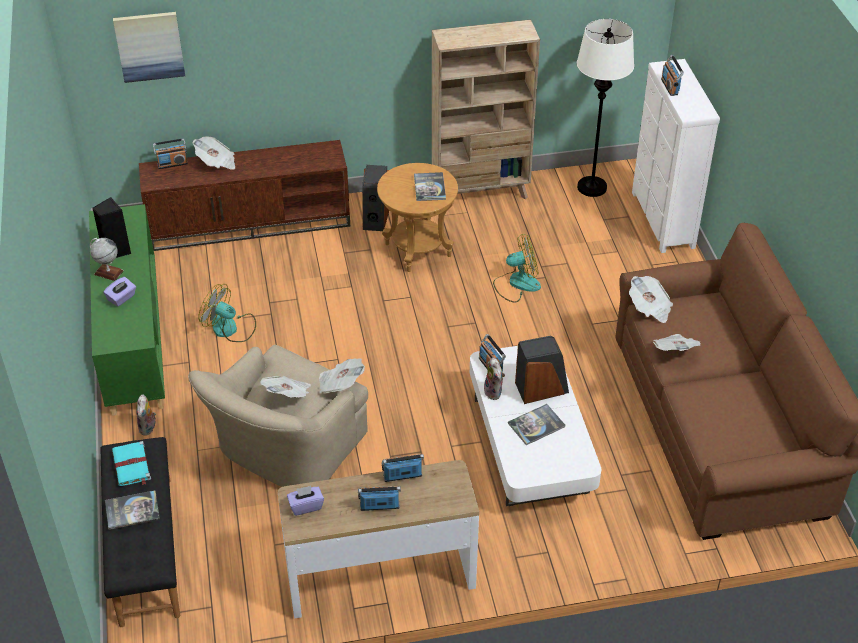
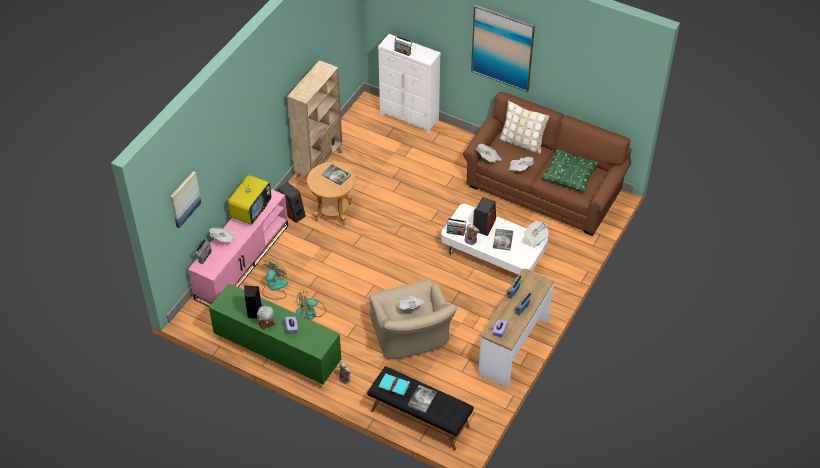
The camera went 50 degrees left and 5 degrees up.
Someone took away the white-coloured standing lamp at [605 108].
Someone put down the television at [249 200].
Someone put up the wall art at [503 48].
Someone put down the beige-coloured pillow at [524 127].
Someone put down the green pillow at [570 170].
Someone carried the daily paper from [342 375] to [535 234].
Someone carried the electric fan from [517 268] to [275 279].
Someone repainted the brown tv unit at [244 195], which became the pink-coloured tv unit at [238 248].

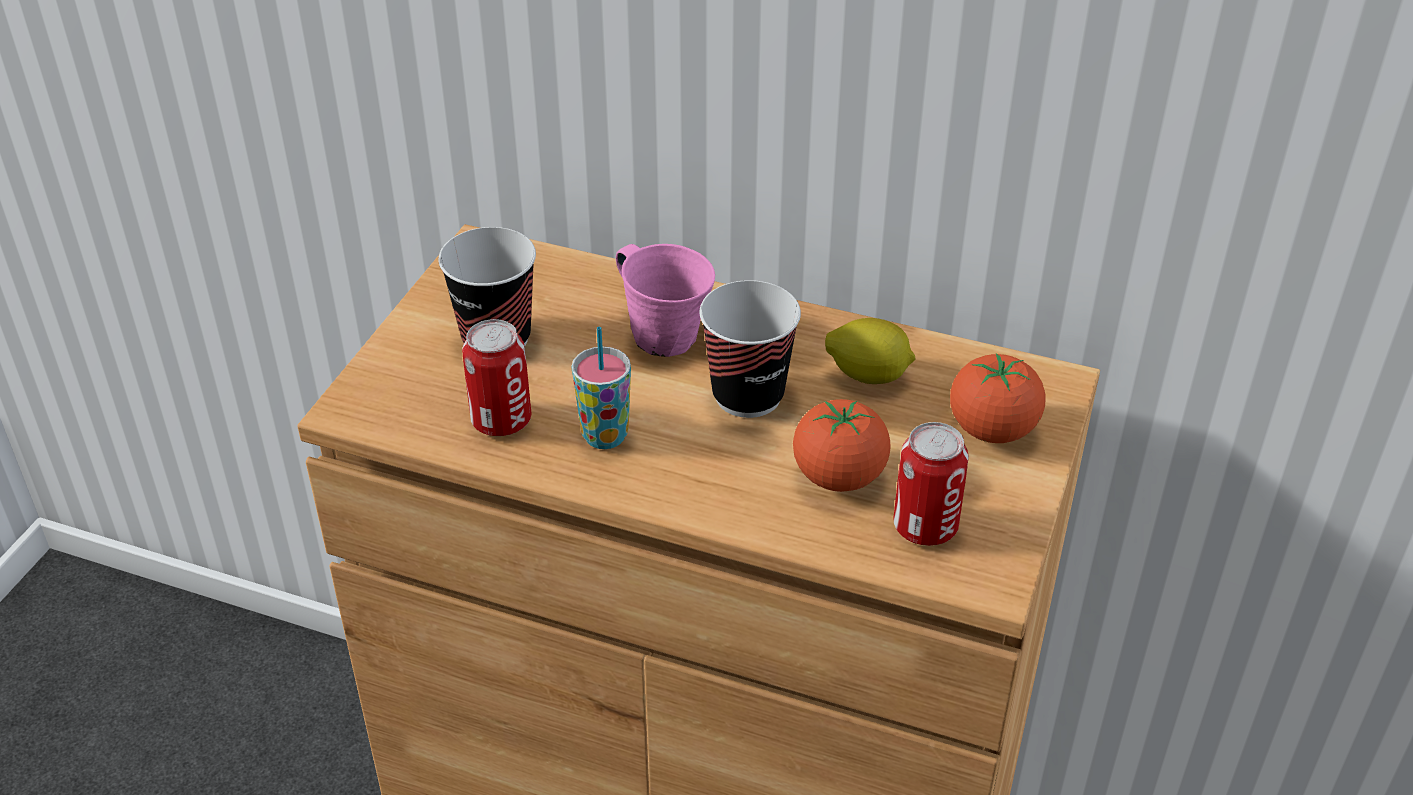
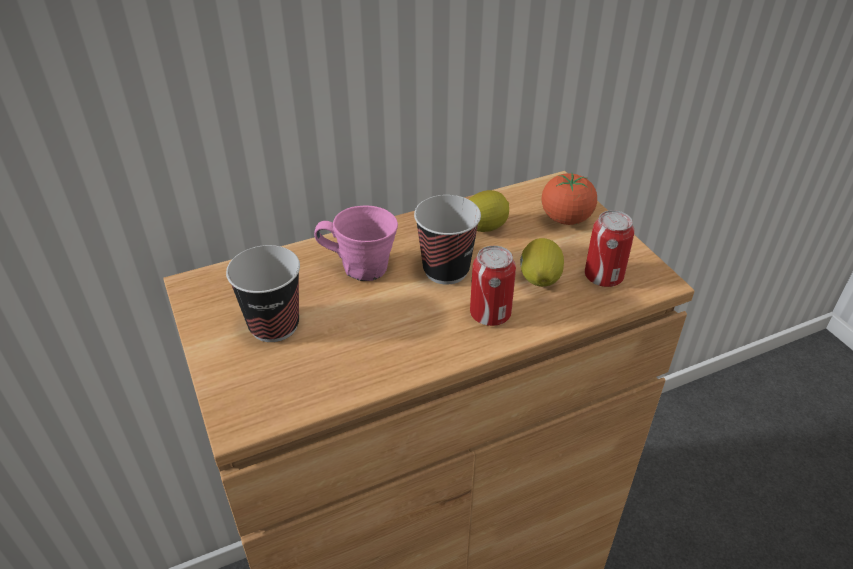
The camera went 45 degrees left and 0 degrees up.
Someone took away the drinking cup at [601 388].
Someone carried the metal can from [497 377] to [493 286].
Someone swapped the tomato at [841 445] for the lemon at [542 262].

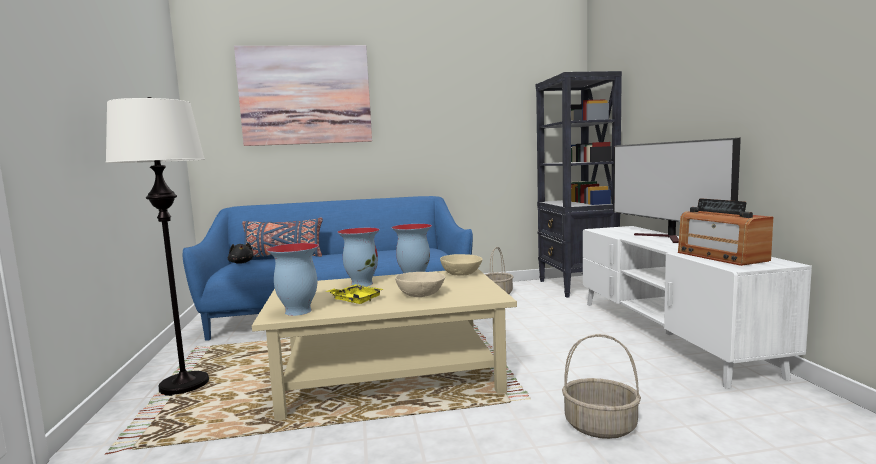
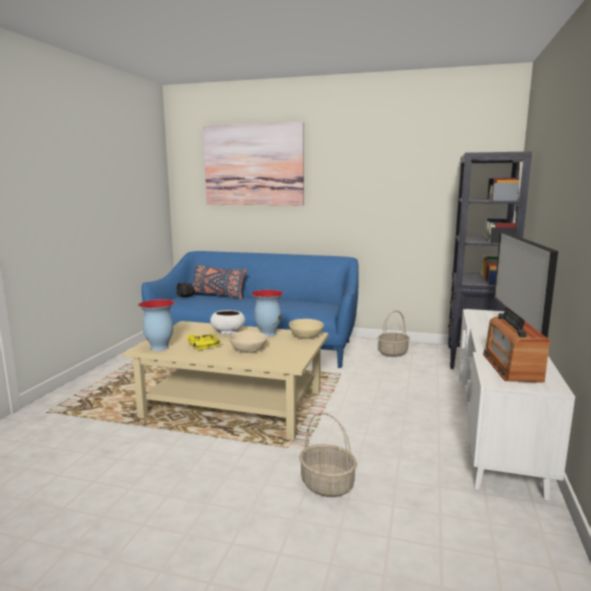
The camera went 25 degrees right and 5 degrees up.
Someone took away the white-coloured standing lamp at [157 246].
Someone swapped the flower vase at [359 257] for the white-coloured serving bowl at [227 322].

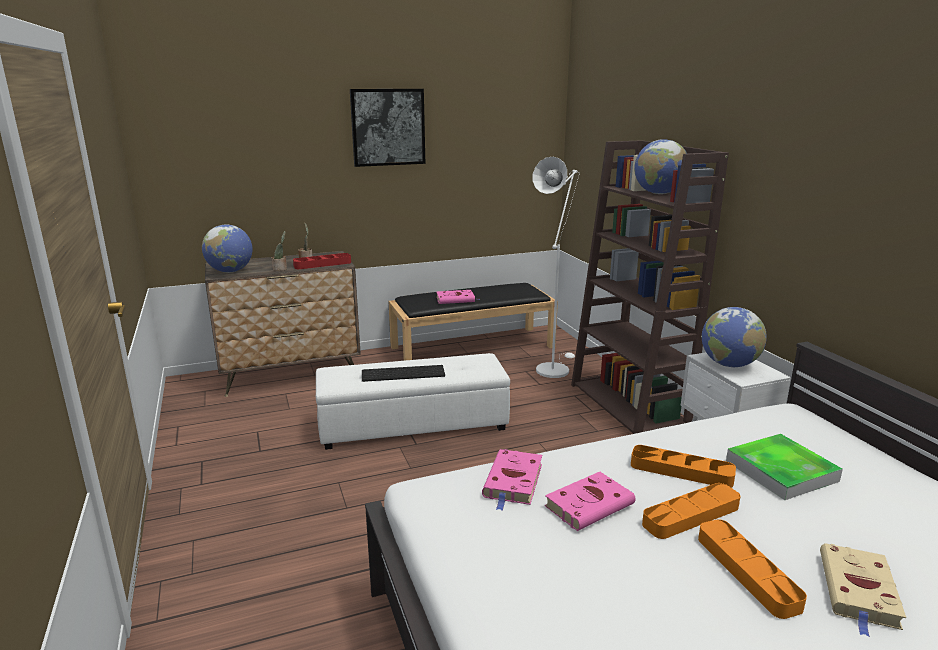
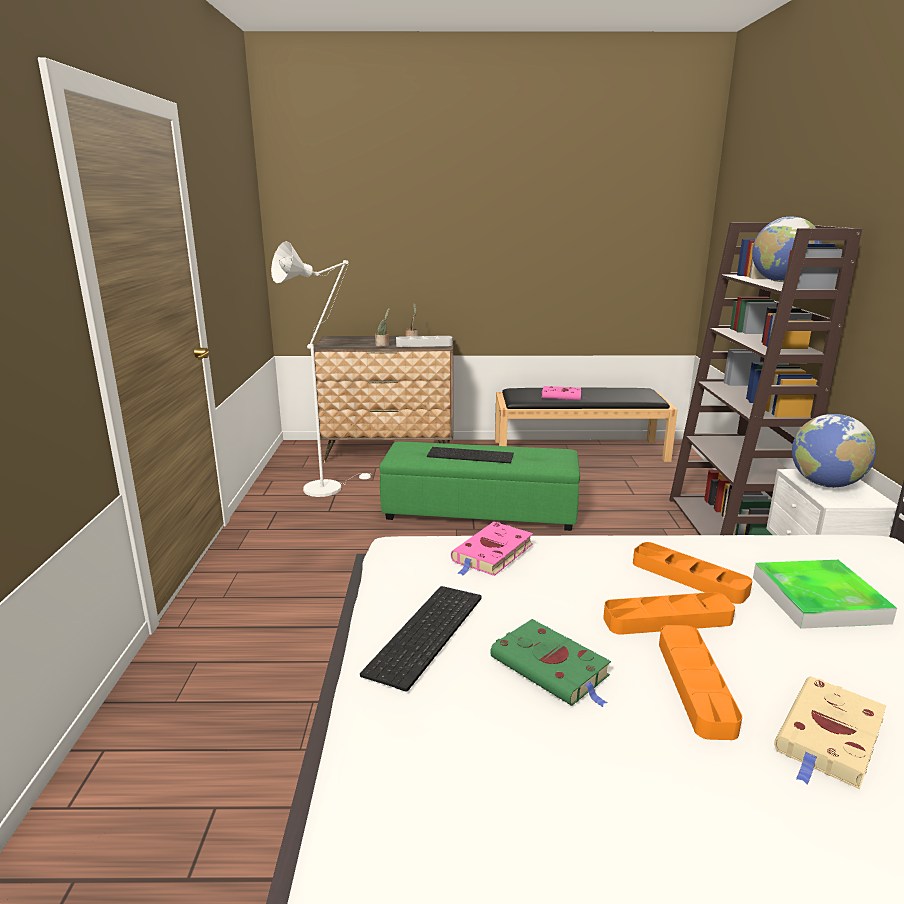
The camera went 20 degrees right and 0 degrees up.
Someone took away the globe at [227 249].
Someone took away the wall art at [387 128].
Someone took away the pink-coloured volume at [590 501].
Someone put down the computer keyboard at [420 639].
Someone put down the green volume at [550 663].
Someone carried the white-coloured standing lamp from [556 267] to [321 369].
Someone repainted the red tray at [322 261], which became the greyish tray at [424 341].
Someone repainted the white-coloured footrest at [413 401], which became the green footrest at [479 486].

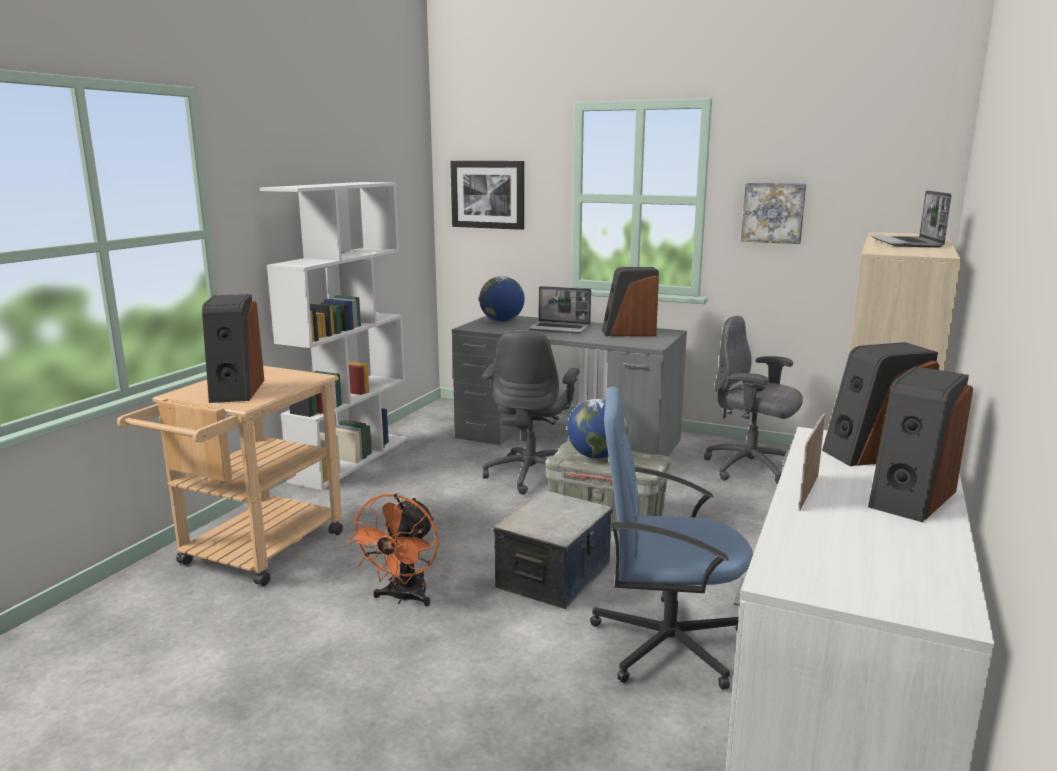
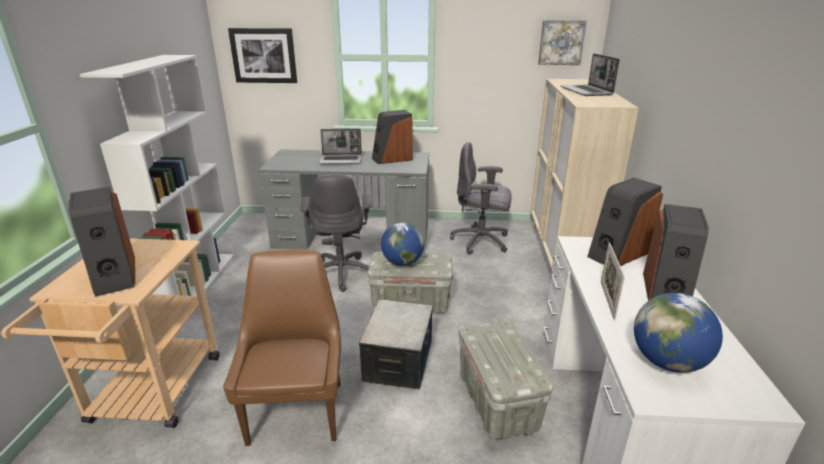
The camera went 20 degrees left and 10 degrees up.
Someone carried the globe from [502 299] to [678 333].
Someone carried the wall art from [773 213] to [562 42].
Someone swapped the orangey electric fan at [393 550] for the brown chair at [282 347].
Someone swapped the blue-coloured desk chair at [671 538] for the greyish storage box at [506 379].

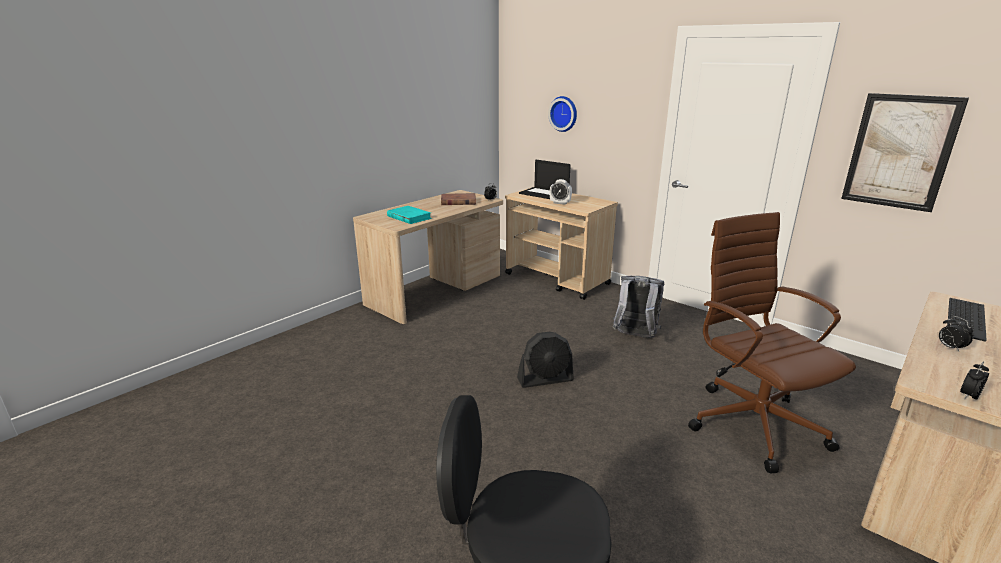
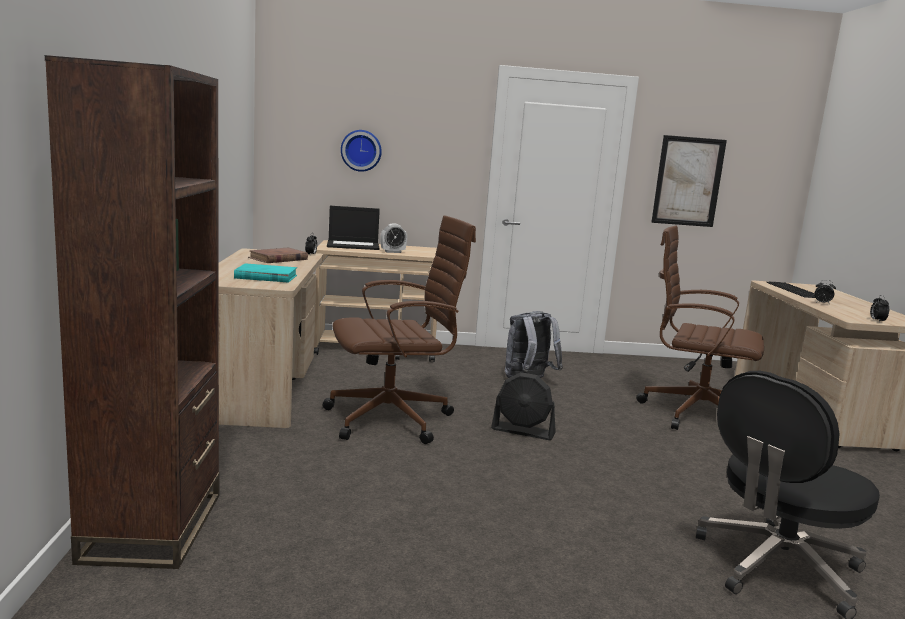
The camera went 45 degrees left and 10 degrees down.
Someone put down the brown shelving unit at [132 312].
Someone put down the brown desk chair at [399 329].
Someone rotated the blackish electric fan at [545 360] by 75 degrees clockwise.

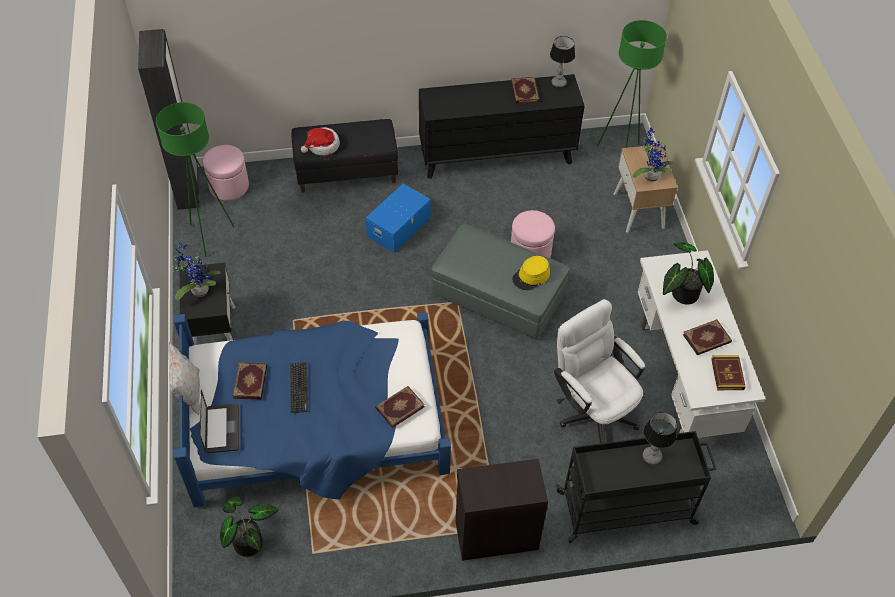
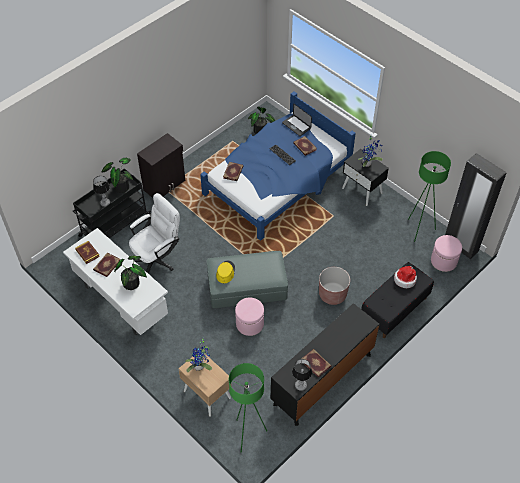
The camera went 145 degrees right and 0 degrees up.
Someone took away the white-coloured pillow at [184 379].
Someone put down the plant in a pot at [117 175].
Someone swapped the blue-coloured storage box at [398 218] for the brown flower pot at [334 286].
Someone rotated the white-coloured desk chair at [599 371] by 60 degrees counterclockwise.

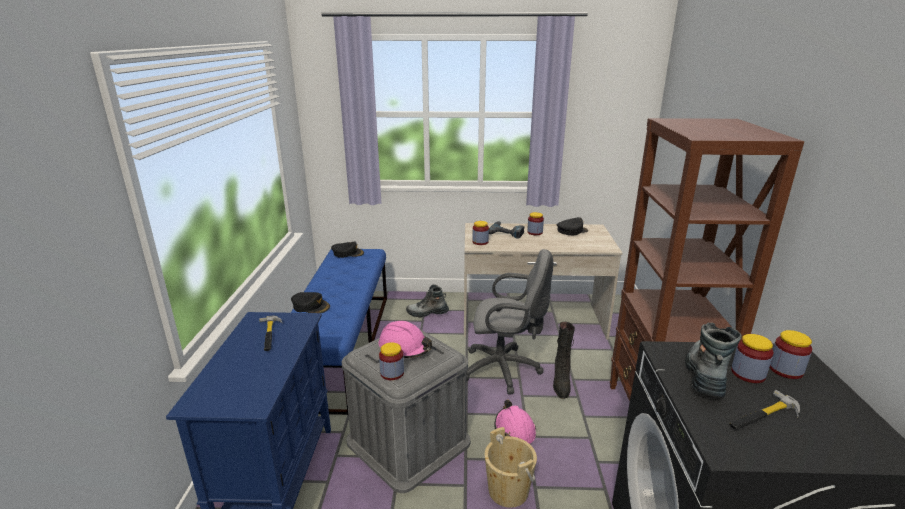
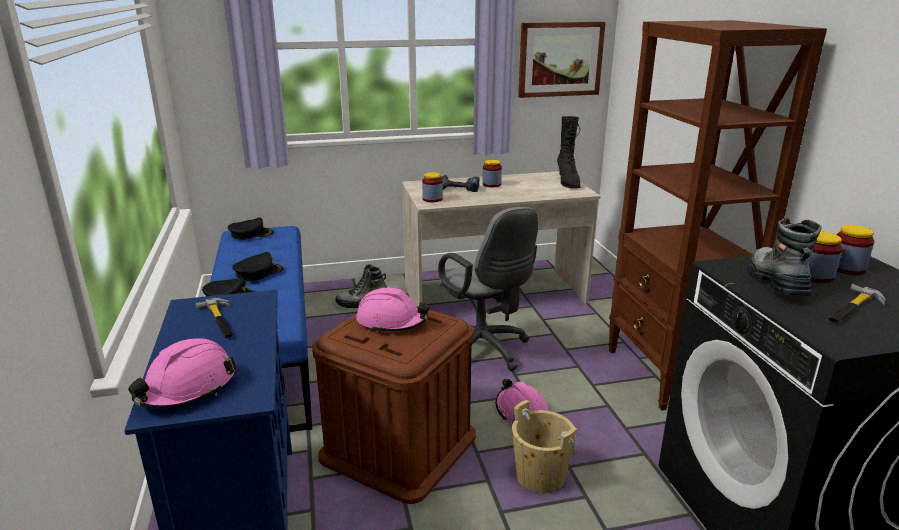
The camera went 15 degrees left and 0 degrees up.
Someone took away the jar at [391 361].
Someone put down the pink-coloured work helmet at [182 374].
Someone put up the wall art at [562 60].
Someone carried the blackish high-top boot from [564 360] to [568 152].
Someone carried the blackish peaked cap from [572 226] to [257 266].
Someone repainted the greyish storage box at [405 411], which became the brown storage box at [394 405].
Someone rotated the greyish desk chair at [509 322] by 60 degrees clockwise.

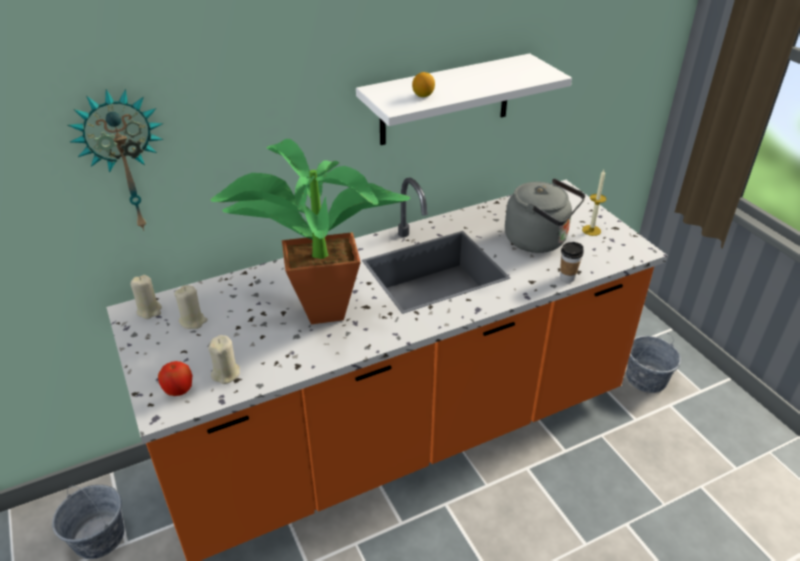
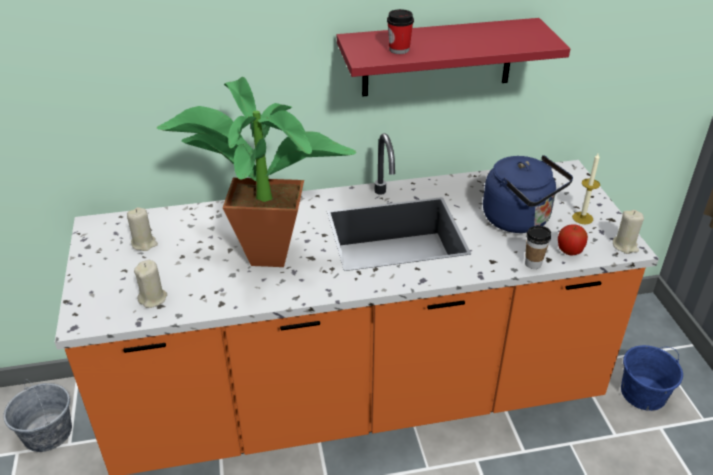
The camera went 15 degrees right and 0 degrees up.
Someone took away the hanging clock at [116 160].
Someone carried the beige-coloured wax light from [146 297] to [628 232].
Someone carried the apple from [175 378] to [573 239].
Someone swapped the lemon at [423 84] for the drinking cup at [400 31].
Someone repainted the white-coloured shelf at [464 99], which became the red shelf at [453 57].
Someone repainted the greyish kettle at [545 215], which became the blue-coloured kettle at [528 194].
Someone repainted the greyish pail at [653 363], which became the blue-coloured pail at [652 378].

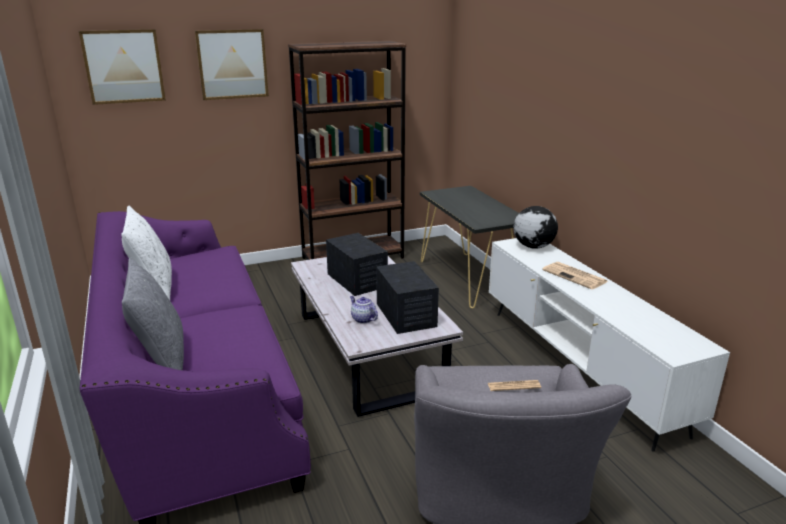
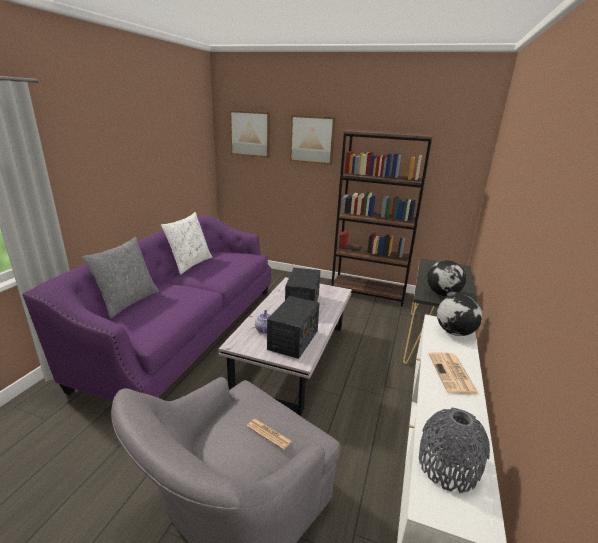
The camera went 40 degrees right and 0 degrees up.
Someone put down the greyish flower vase at [454 450].
Someone put down the globe at [446 278].

